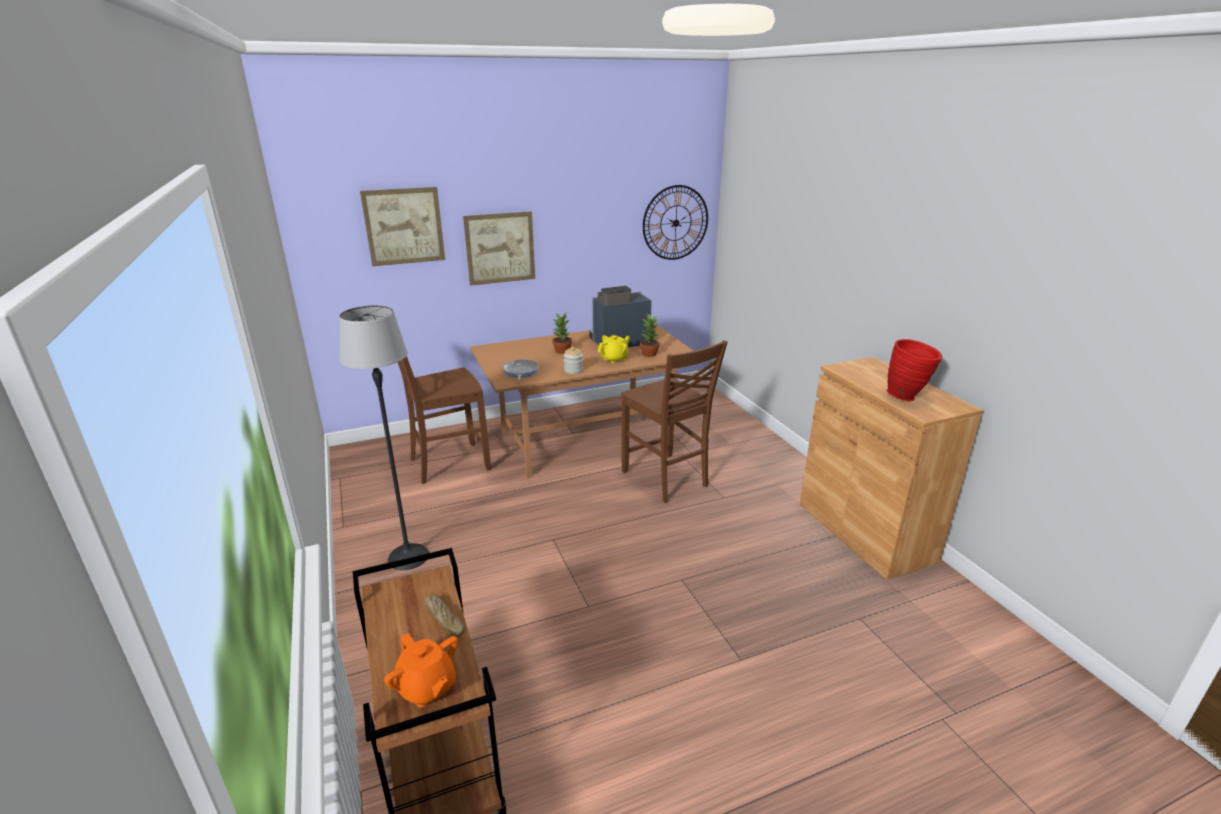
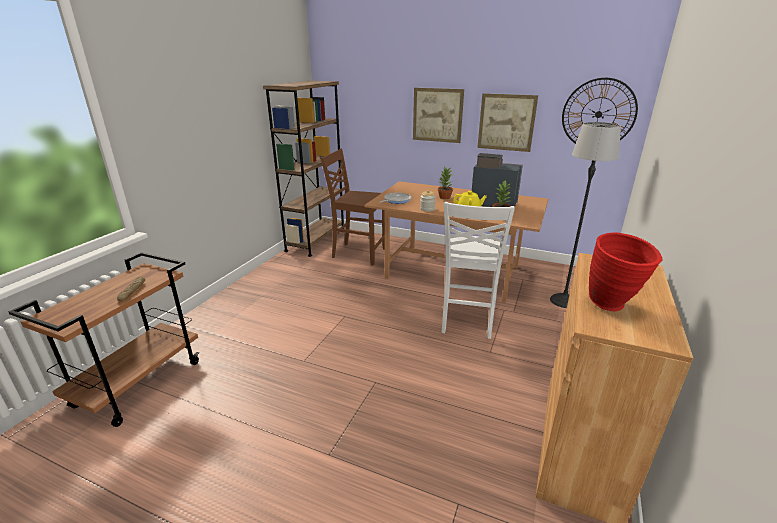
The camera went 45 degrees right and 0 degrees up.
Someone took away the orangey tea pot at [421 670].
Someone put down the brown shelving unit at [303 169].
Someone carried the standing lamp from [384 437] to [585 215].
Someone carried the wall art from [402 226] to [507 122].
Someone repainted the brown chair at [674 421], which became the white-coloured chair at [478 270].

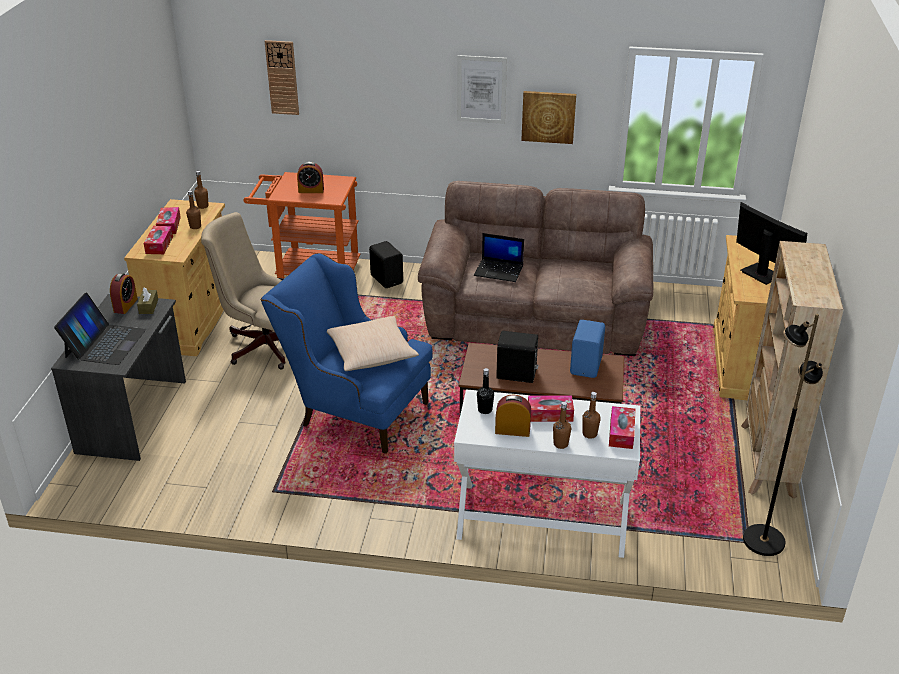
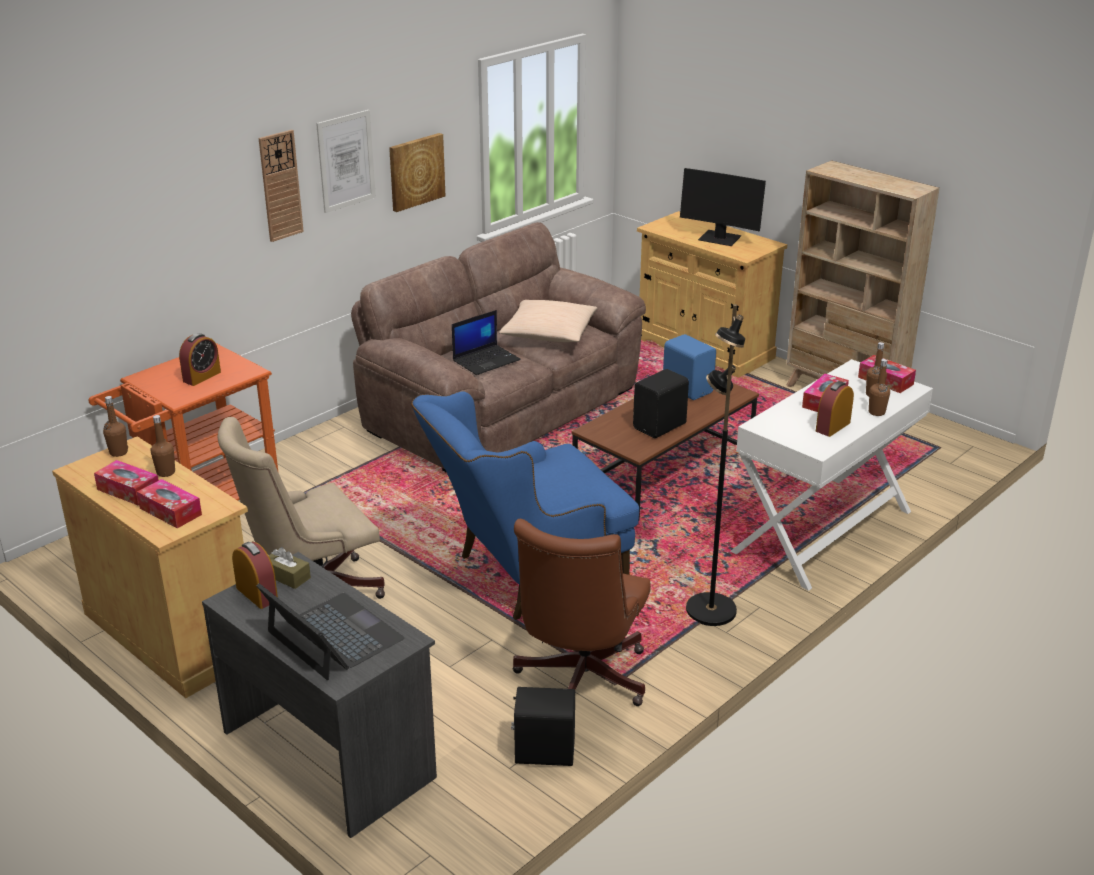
The camera went 55 degrees left and 5 degrees down.
Someone took away the blackish beverage bottle at [485 391].
Someone put down the brown desk chair at [582 612].
Someone carried the hanging clock from [282 77] to [281 186].
Someone carried the beige-coloured pillow from [373 343] to [548 321].
Someone carried the blackish speaker from [386 264] to [543 726].
Someone carried the blackish standing lamp from [783 435] to [715 465].
Someone rotated the monitor at [771 243] by 150 degrees counterclockwise.

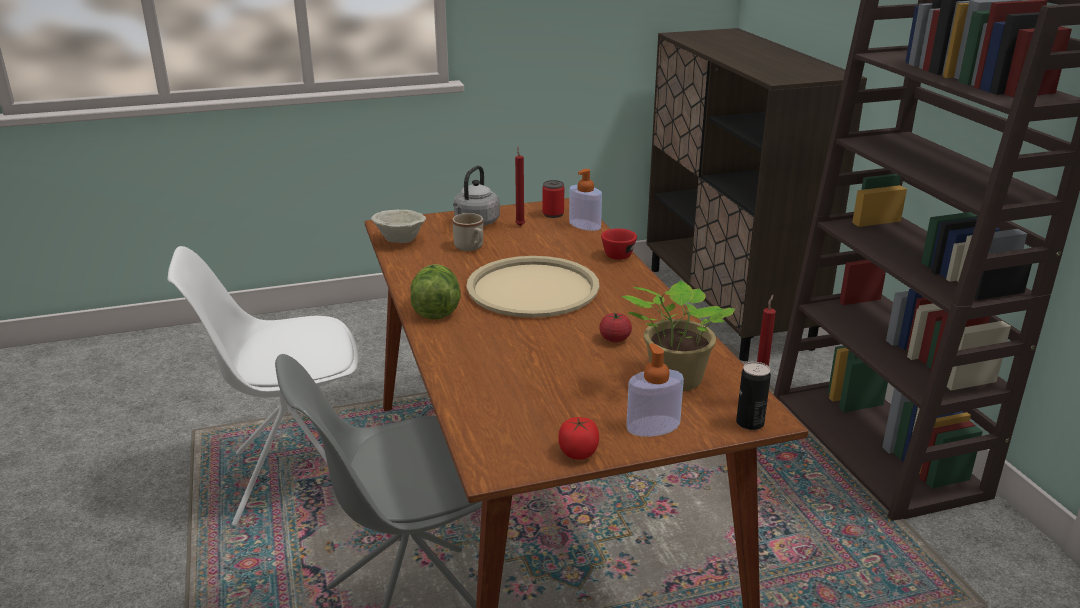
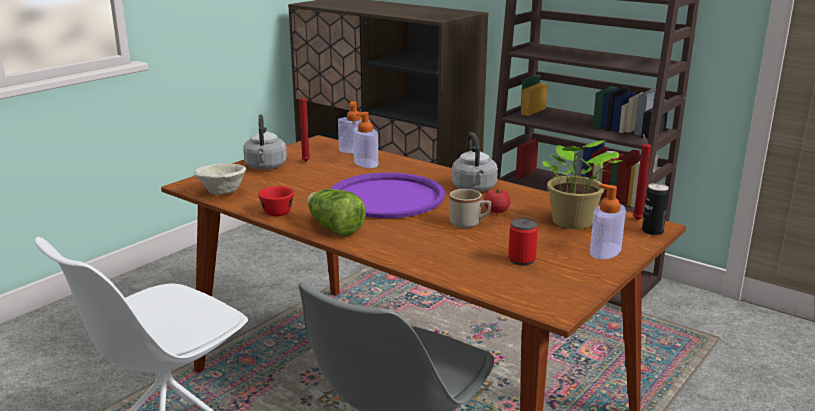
The camera went 35 degrees left and 5 degrees down.
Someone took away the tomato at [578 438].
Someone put down the soap bottle at [365 140].
Someone put down the greyish kettle at [475 162].
Someone carried the beige-coloured tea mug from [467 232] to [470 208].
Someone carried the metal can from [553 199] to [523 242].
Someone carried the red drinking cup from [619 244] to [276 201].
Someone repainted the beige-coloured tray at [533 287], which became the purple tray at [388 195].

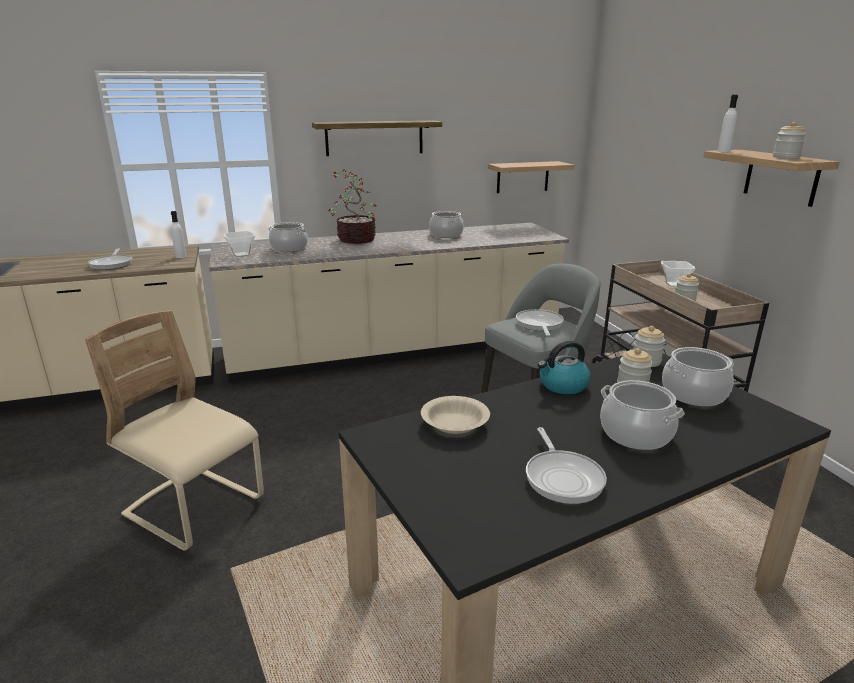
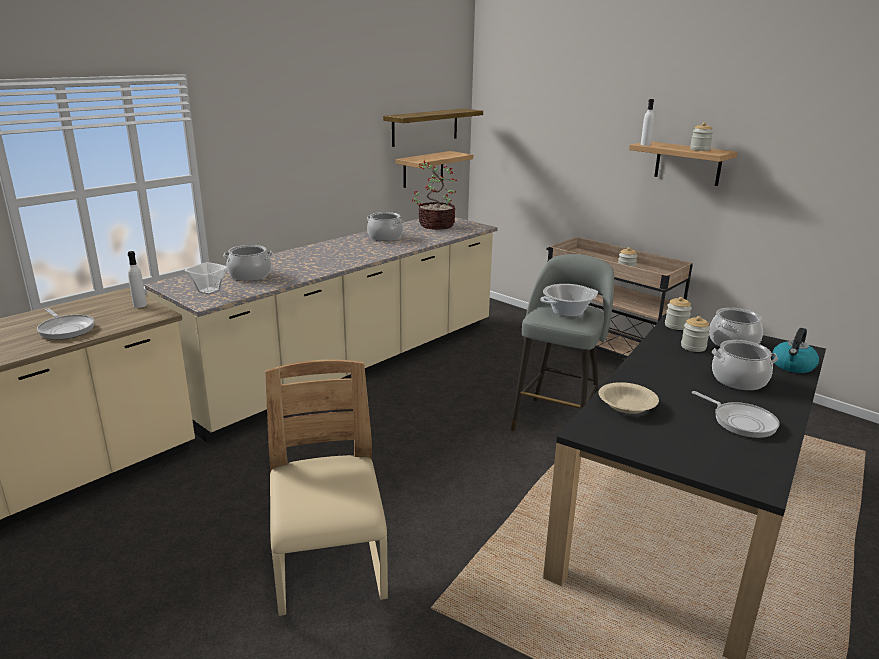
The camera went 30 degrees left and 0 degrees up.
Someone took away the serving bowl at [678 274].
Someone carried the shelf from [377 138] to [433 128].
Someone carried the plant in a pot from [352 206] to [434 195].
Someone carried the kettle from [564 367] to [795 350].
Someone swapped the skillet at [540 322] for the stockpot at [569 300].
Someone rotated the beige-coloured chair at [174 430] by 75 degrees clockwise.

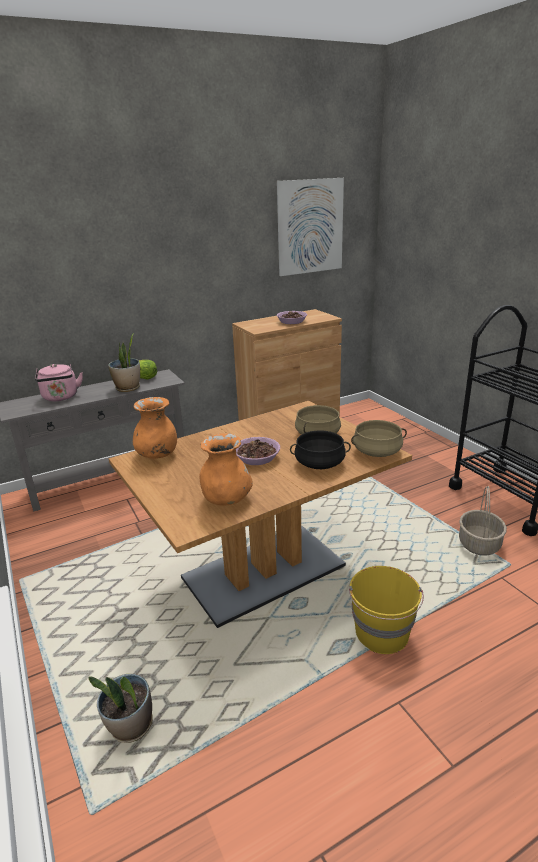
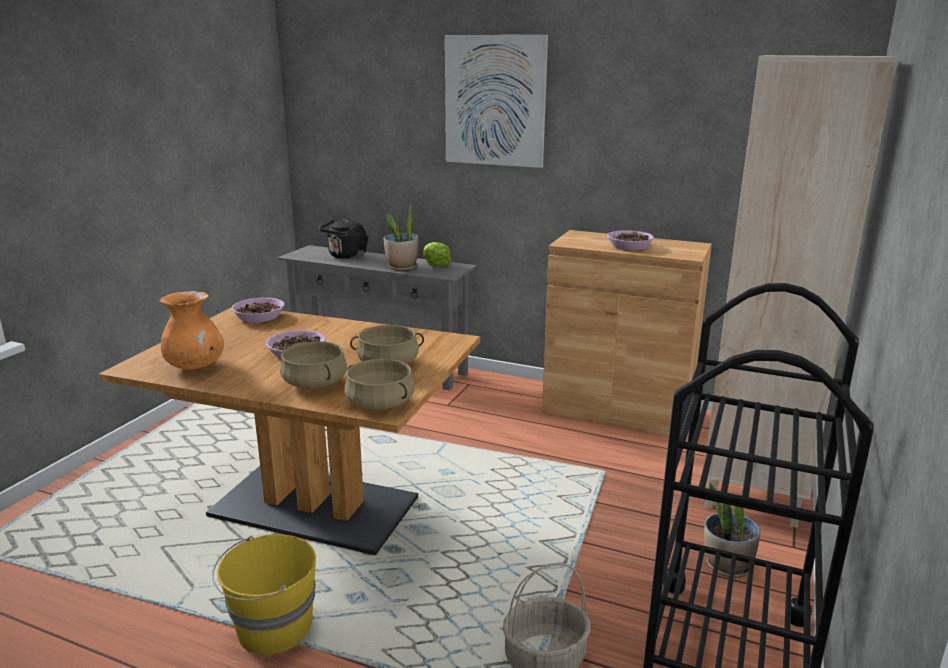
The camera went 50 degrees right and 5 degrees down.
Someone put down the beige-coloured shelving unit at [801 291].
Someone carried the plant in a pot from [120 708] to [732 530].
Someone carried the wall art from [310 227] to [496 101].
Someone swapped the orangey flower vase at [155 428] for the serving bowl at [258 310].
Someone repainted the pink-coloured kettle at [59 382], which became the blackish kettle at [343 239].
Someone repainted the blackish stockpot at [320 449], which became the beige-coloured stockpot at [313 365].

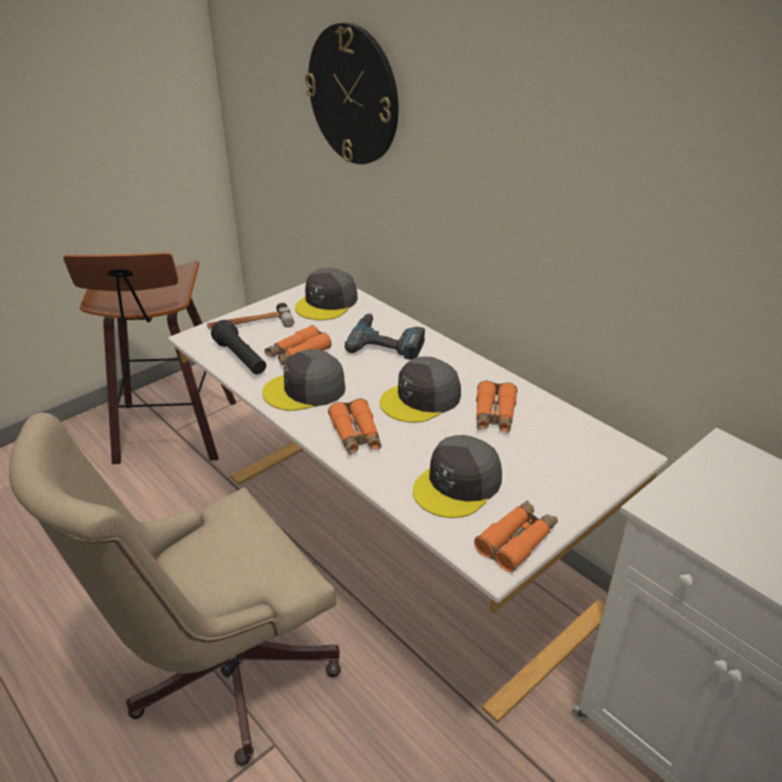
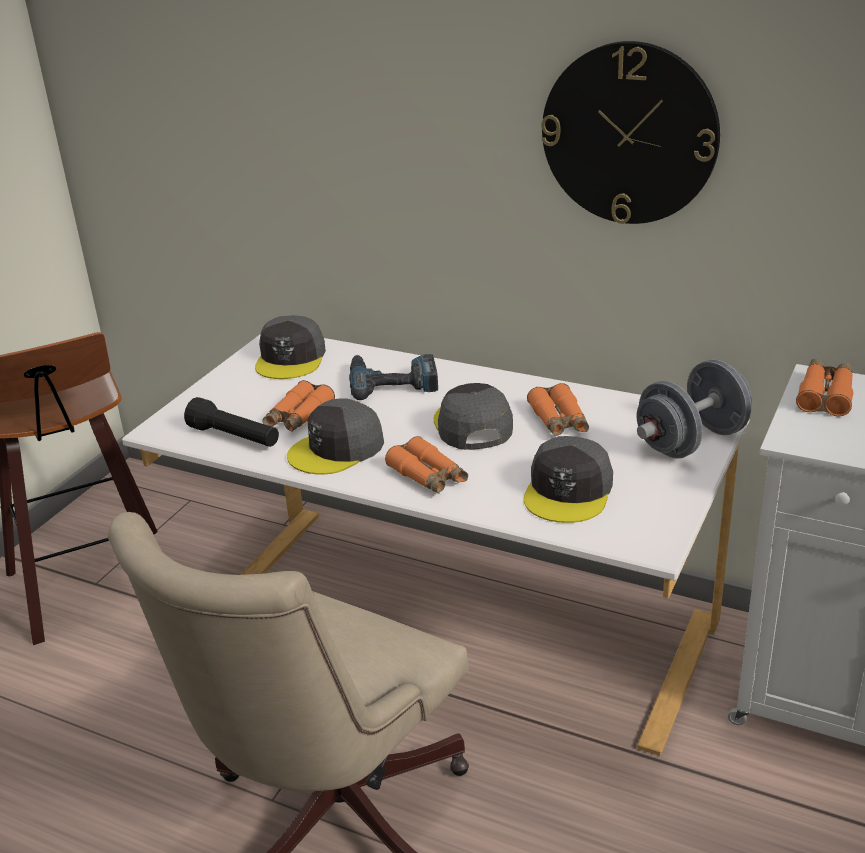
The camera went 20 degrees left and 5 degrees down.
Someone took away the hand hammer at [250 315].
Someone put down the greyish free weight at [694 409].
Someone carried the hanging clock from [352 93] to [630 132].
Someone carried the orangey pair of binoculars from [516 536] to [824 388].
Someone rotated the greyish peaked cap at [420 390] by 135 degrees clockwise.

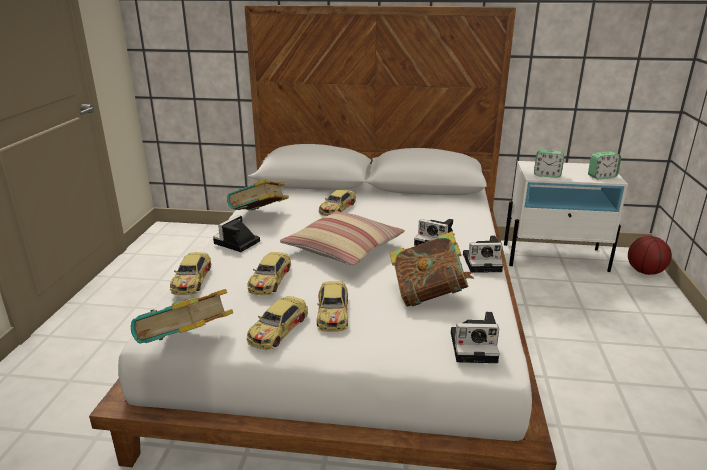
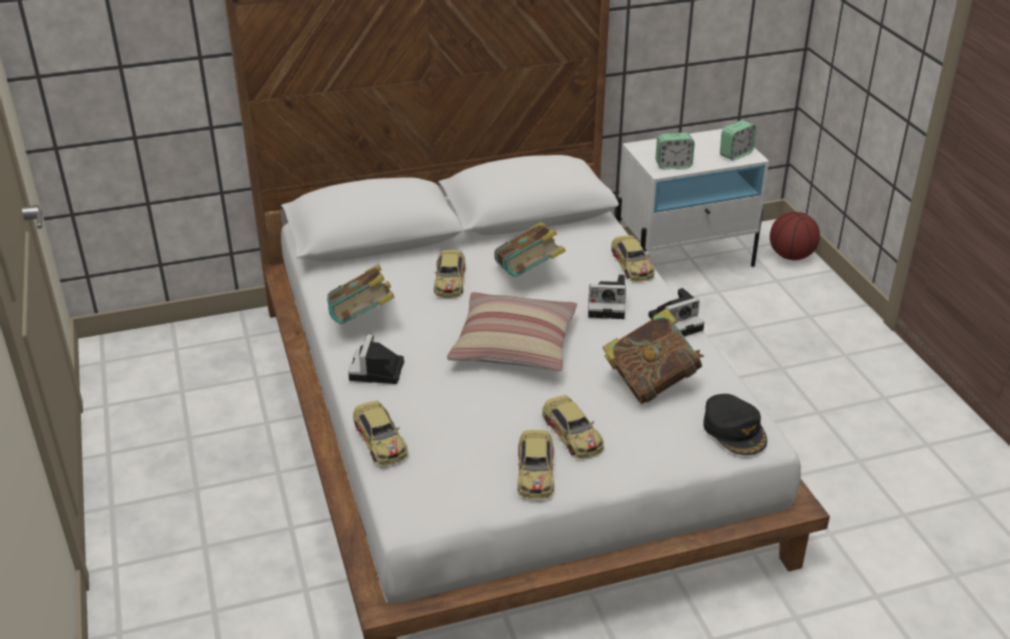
The camera went 25 degrees left and 10 degrees up.
Someone carried the volume from [182 316] to [530 249].
Someone carried the miniature car from [269 273] to [633 258].
Someone swapped the photo camera at [475 337] for the blackish peaked cap at [735 424].

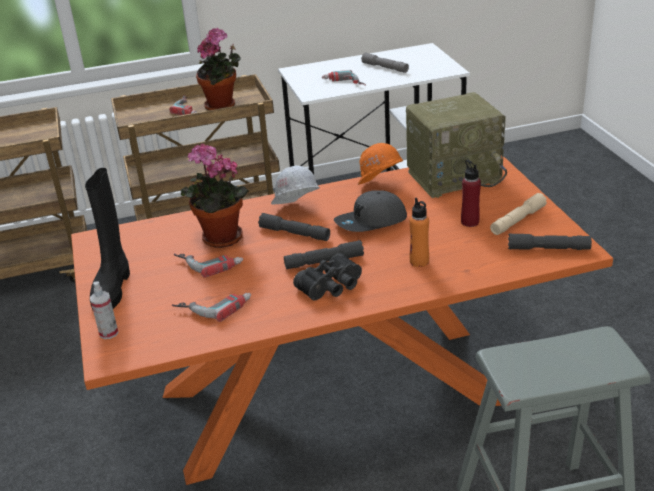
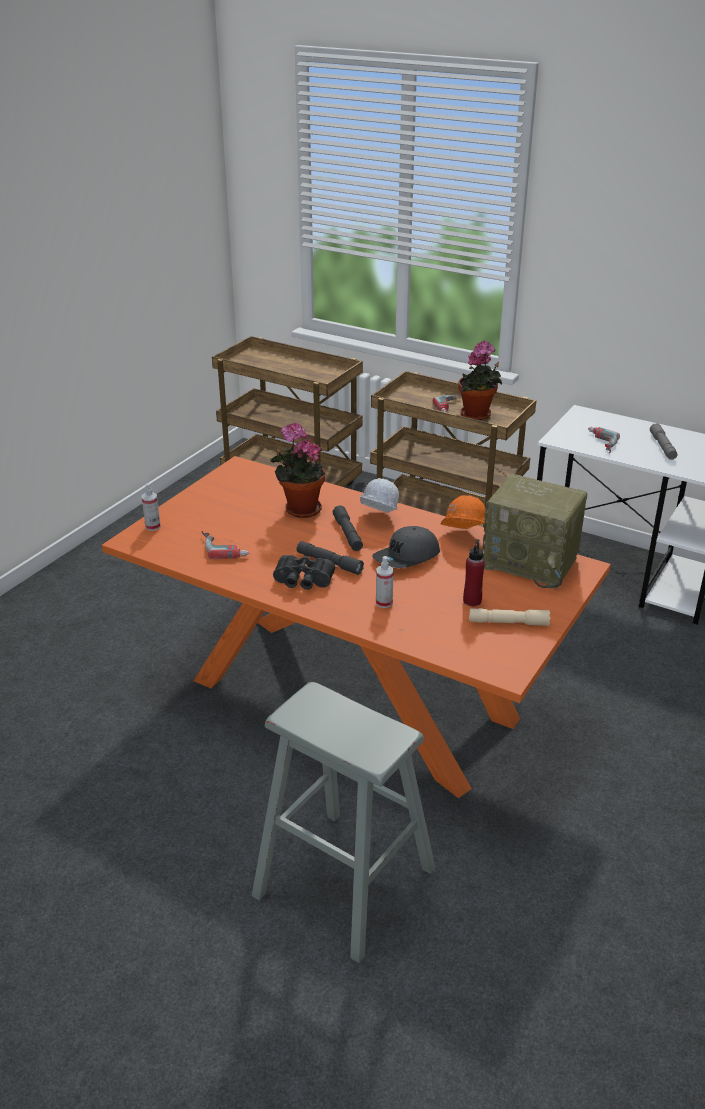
The camera went 45 degrees right and 0 degrees up.
Someone took away the blackish high-top boot at [107 239].
Someone took away the electric drill at [208 265].
Someone took away the greyish flashlight at [550 241].
Someone swapped the orangey beverage bottle at [419 232] for the sprayer at [385 582].
Someone rotated the greyish peaked cap at [370 211] by 60 degrees counterclockwise.

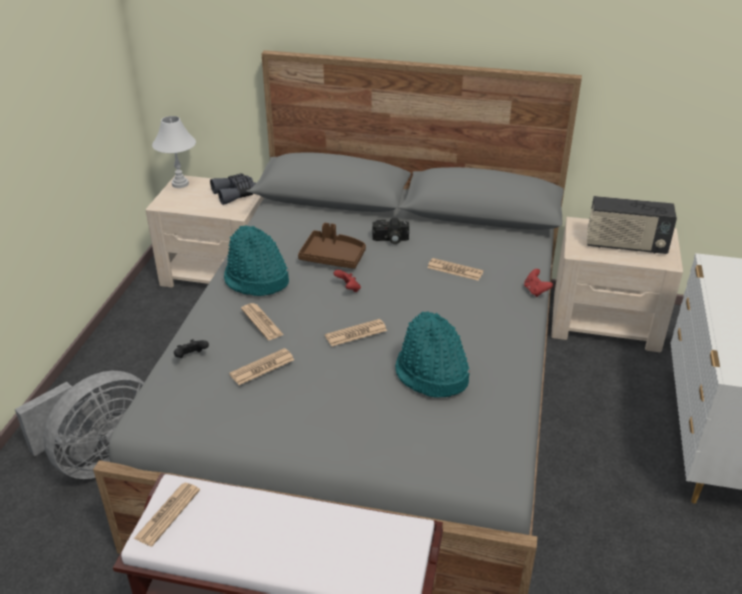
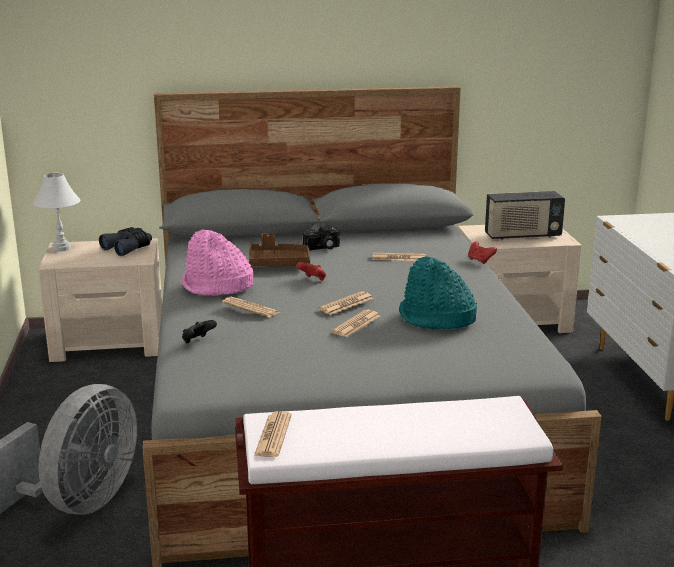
The camera went 20 degrees left and 15 degrees down.
Someone carried the daily paper from [261 366] to [355 323].
Someone repainted the blue-green clothing hat at [256 260], which became the pink-coloured clothing hat at [217 262].

